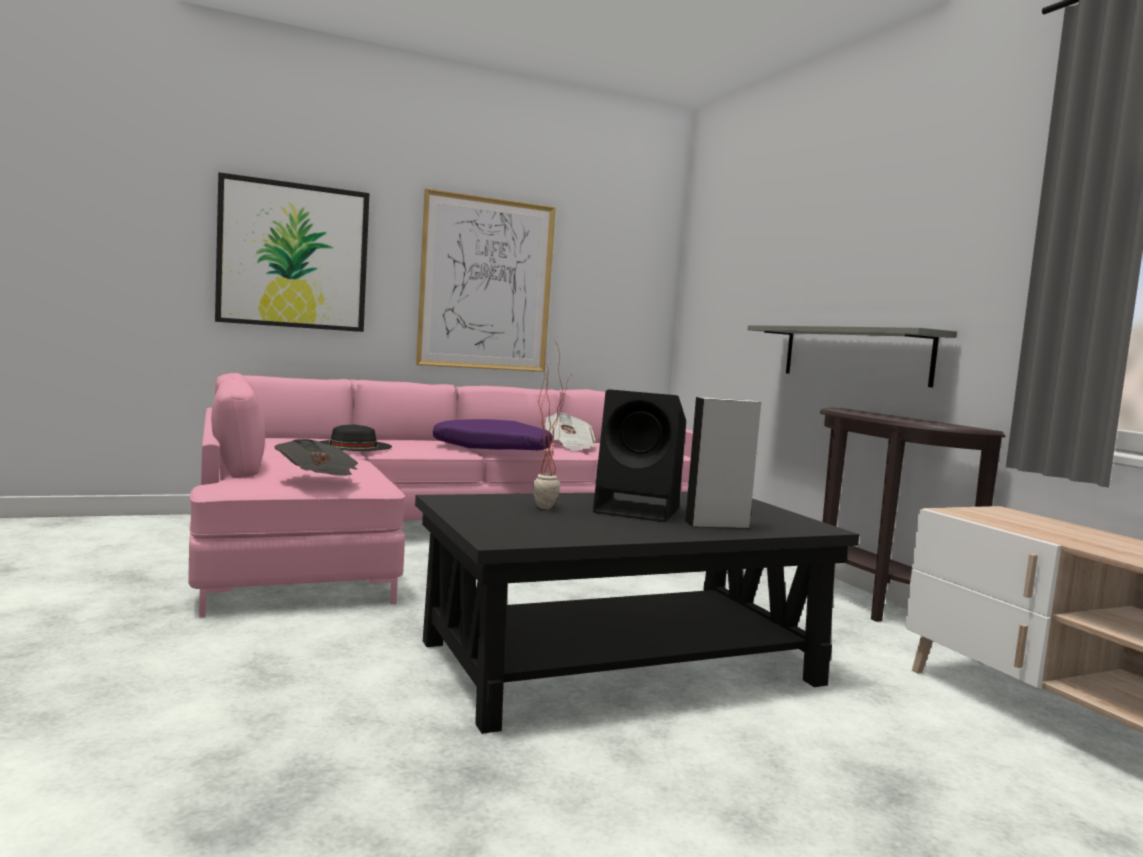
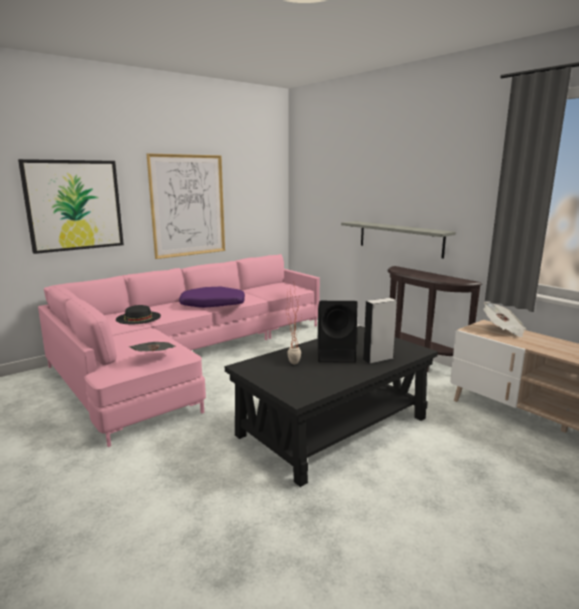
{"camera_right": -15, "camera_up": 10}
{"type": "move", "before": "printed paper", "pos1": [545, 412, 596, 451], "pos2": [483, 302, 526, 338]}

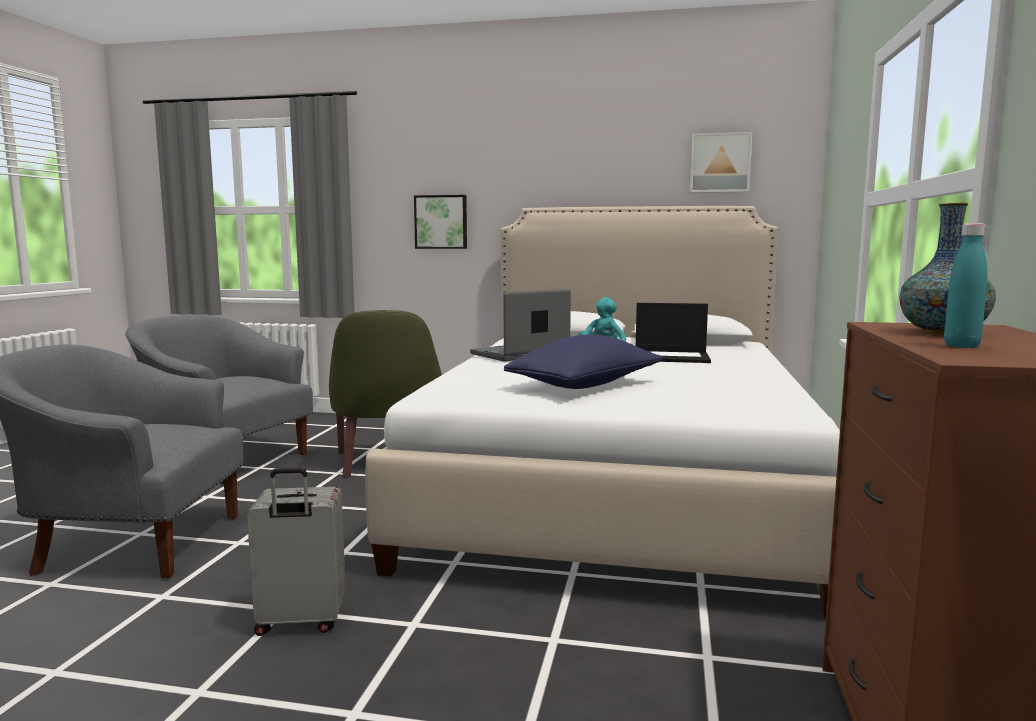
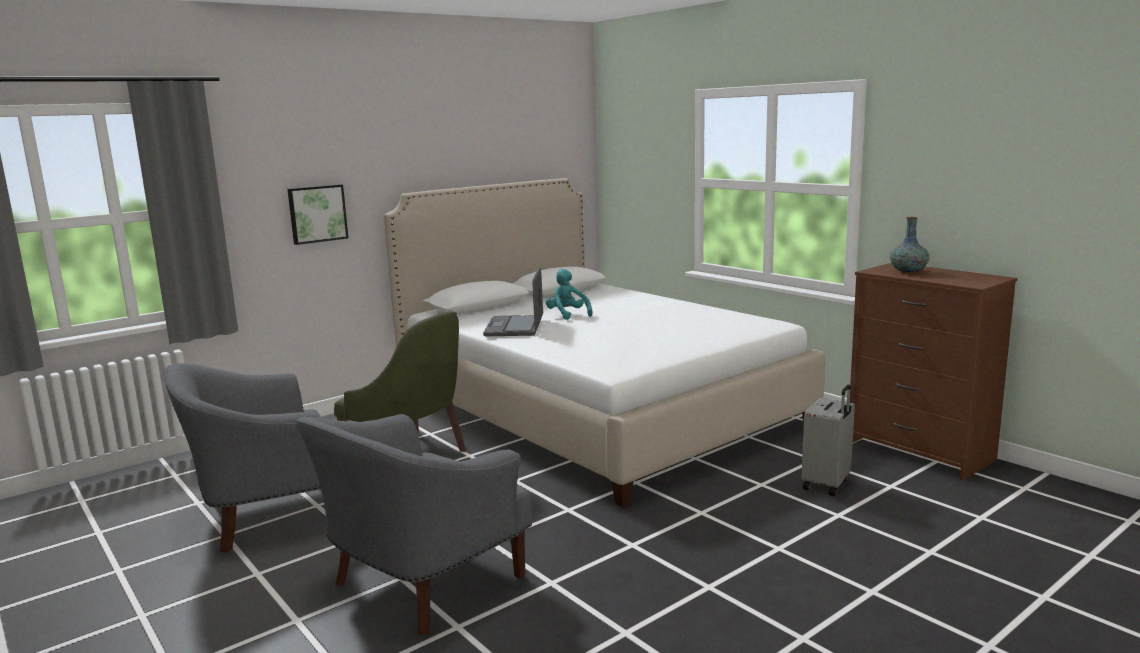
{"camera_right": -50, "camera_up": 5}
{"type": "move", "before": "grey piece of luggage", "pos1": [247, 467, 346, 636], "pos2": [802, 385, 855, 496]}
{"type": "delete", "before": "blue cushion", "pos1": [504, 335, 664, 389]}
{"type": "delete", "before": "notebook computer", "pos1": [636, 303, 711, 363]}
{"type": "delete", "before": "wall picture", "pos1": [690, 132, 752, 193]}
{"type": "delete", "before": "turquoise drink bottle", "pos1": [944, 223, 988, 348]}

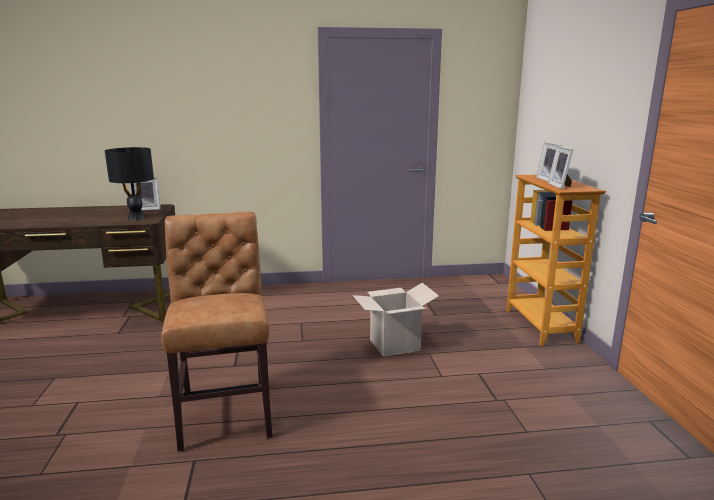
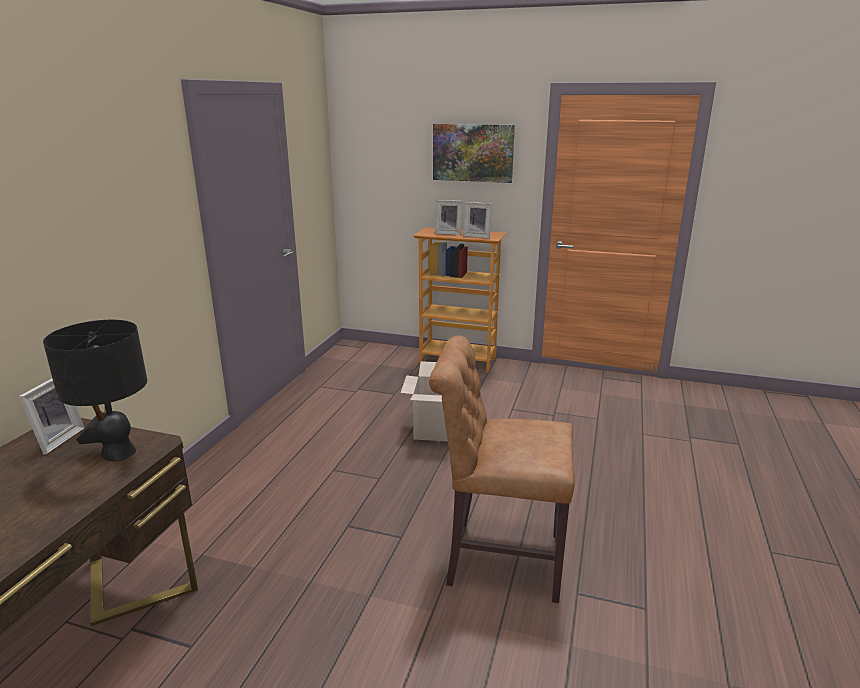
{"camera_right": -65, "camera_up": 5}
{"type": "insert", "after": "wall picture", "pos2": [433, 124, 515, 183]}

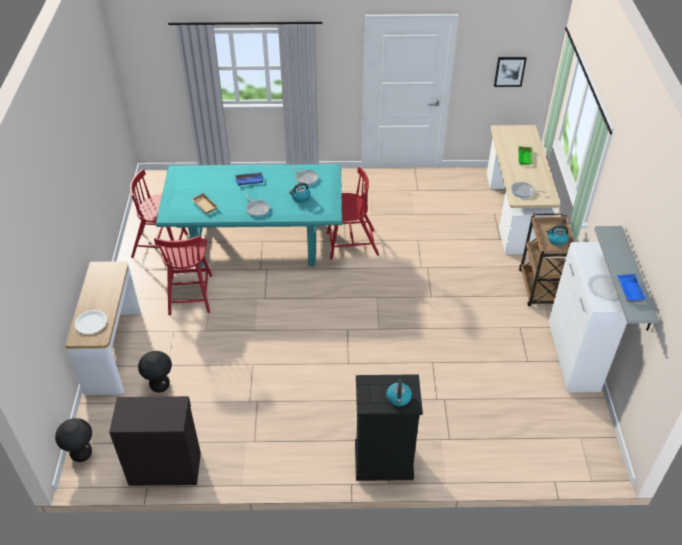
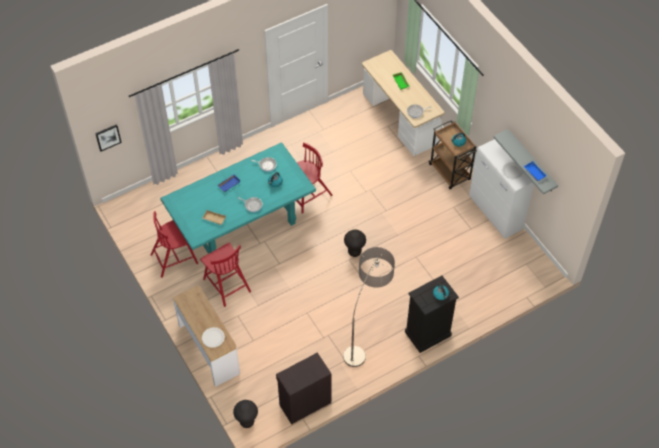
{"camera_right": -30, "camera_up": 10}
{"type": "move", "before": "wall picture", "pos1": [494, 57, 527, 87], "pos2": [95, 124, 122, 152]}
{"type": "insert", "after": "floor lamp", "pos2": [343, 247, 395, 367]}
{"type": "move", "before": "black-coloured stool", "pos1": [138, 351, 172, 393], "pos2": [344, 230, 366, 257]}

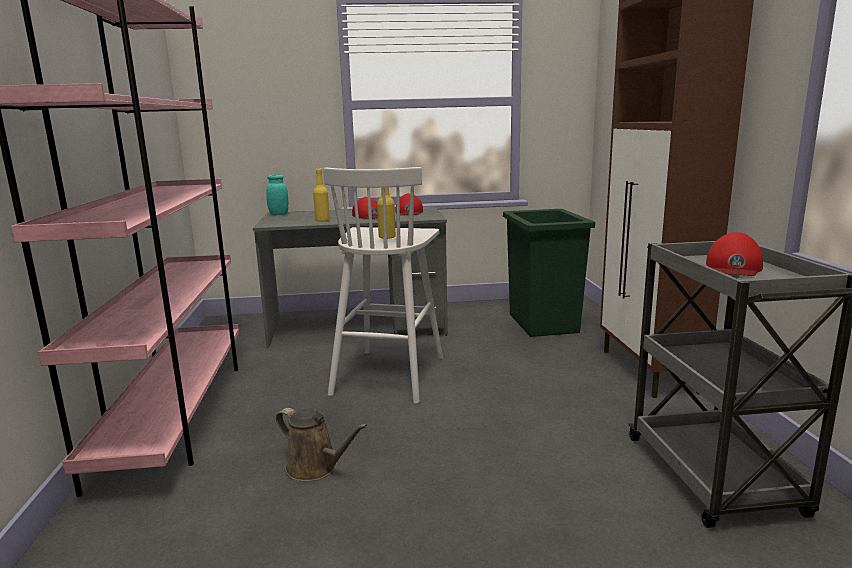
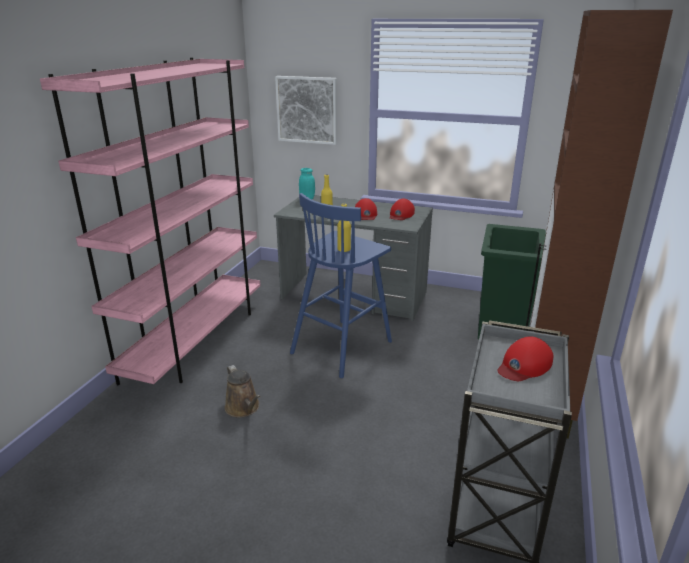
{"camera_right": 25, "camera_up": 10}
{"type": "insert", "after": "wall picture", "pos2": [275, 76, 337, 145]}
{"type": "recolor", "before": "whitish stool", "after": "blue stool", "pos1": [323, 167, 443, 404], "pos2": [290, 193, 392, 378]}

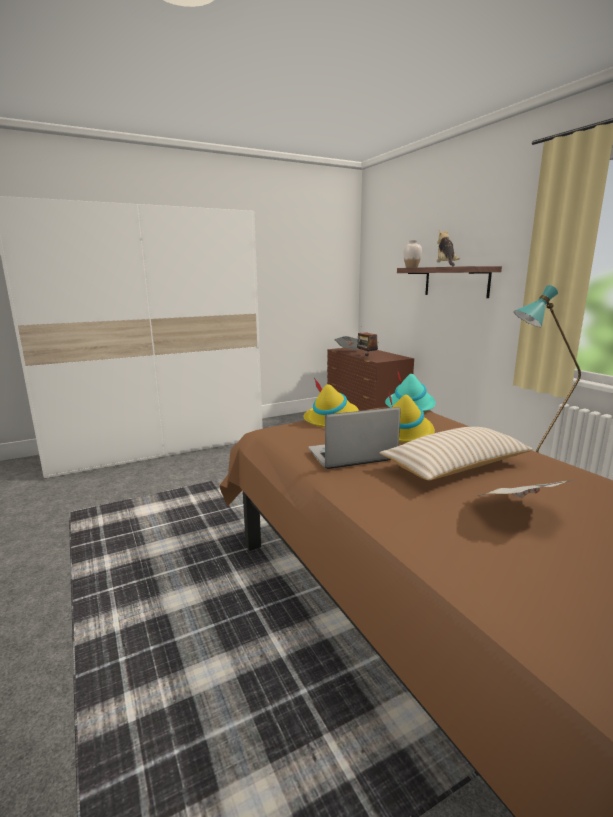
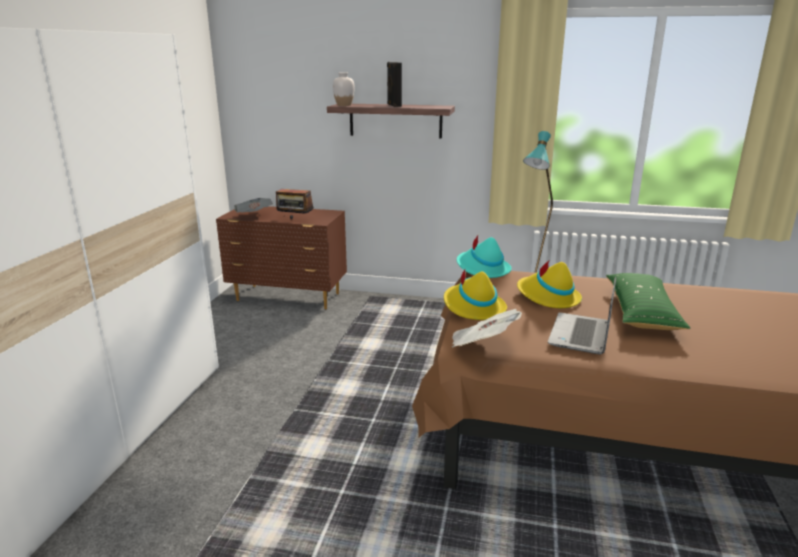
{"camera_right": -50, "camera_up": 5}
{"type": "replace", "before": "cuddly toy", "after": "black-coloured audio speaker", "pos1": [437, 230, 460, 266], "pos2": [387, 62, 402, 107]}
{"type": "move", "before": "printed paper", "pos1": [470, 480, 574, 498], "pos2": [452, 309, 522, 348]}
{"type": "recolor", "before": "beige-coloured cushion", "after": "green-coloured cushion", "pos1": [379, 427, 533, 481], "pos2": [606, 273, 690, 330]}

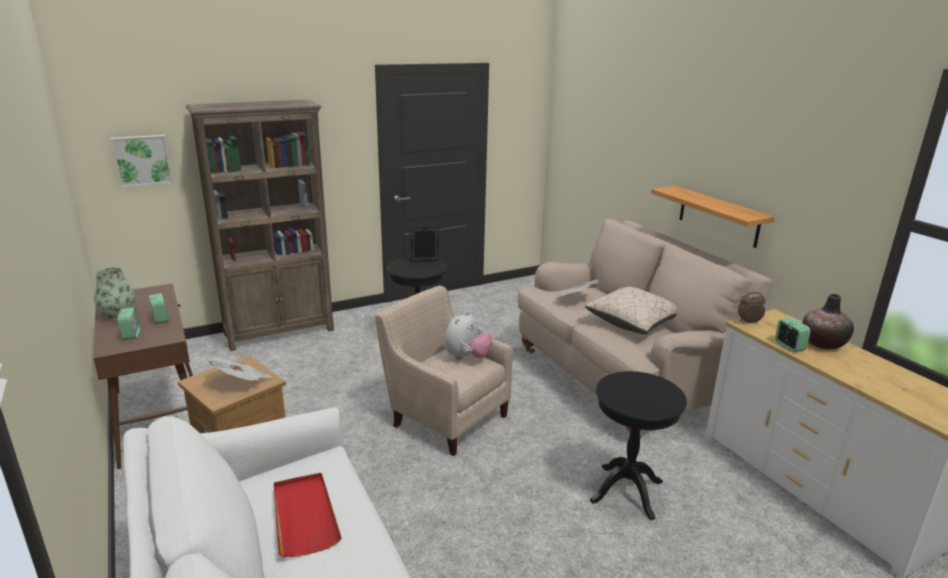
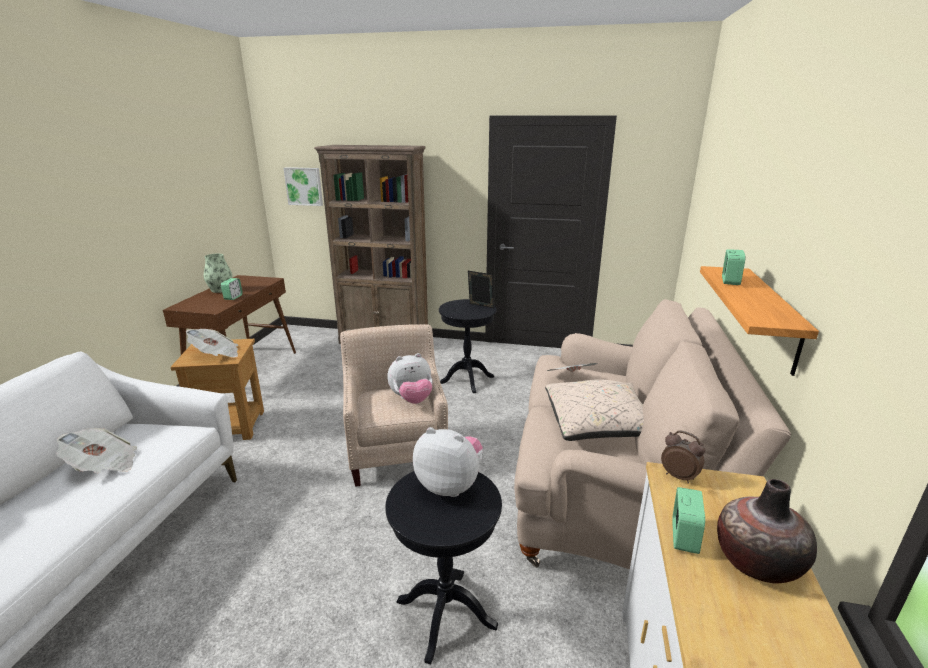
{"camera_right": 40, "camera_up": 0}
{"type": "replace", "before": "red carrying tray", "after": "printed paper", "pos1": [274, 473, 342, 557], "pos2": [56, 428, 137, 473]}
{"type": "insert", "after": "cuddly toy", "pos2": [413, 427, 483, 497]}
{"type": "move", "before": "alarm clock", "pos1": [117, 307, 140, 340], "pos2": [722, 249, 746, 285]}

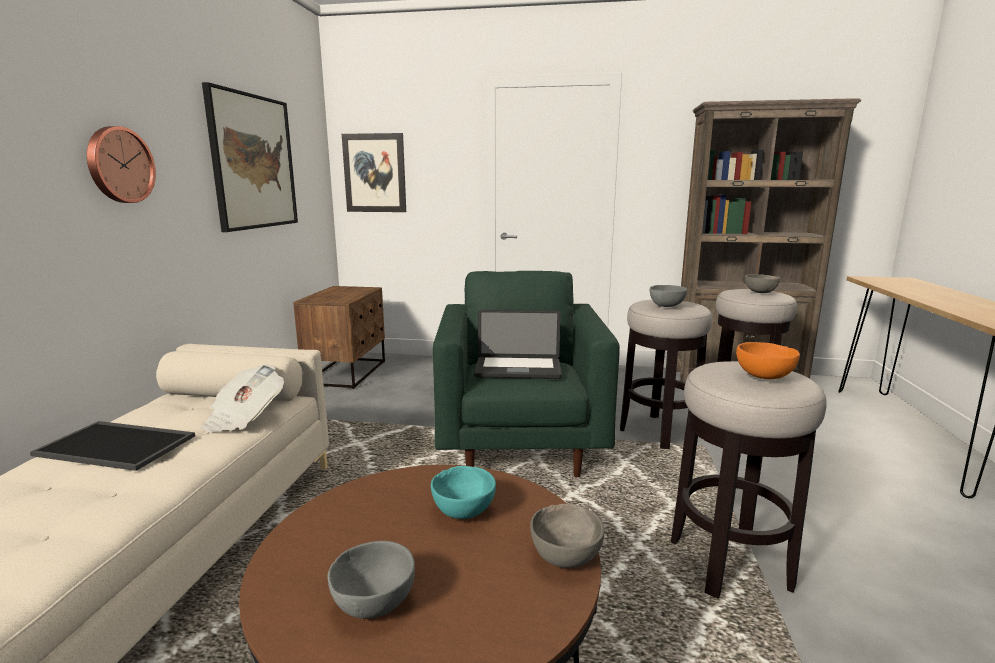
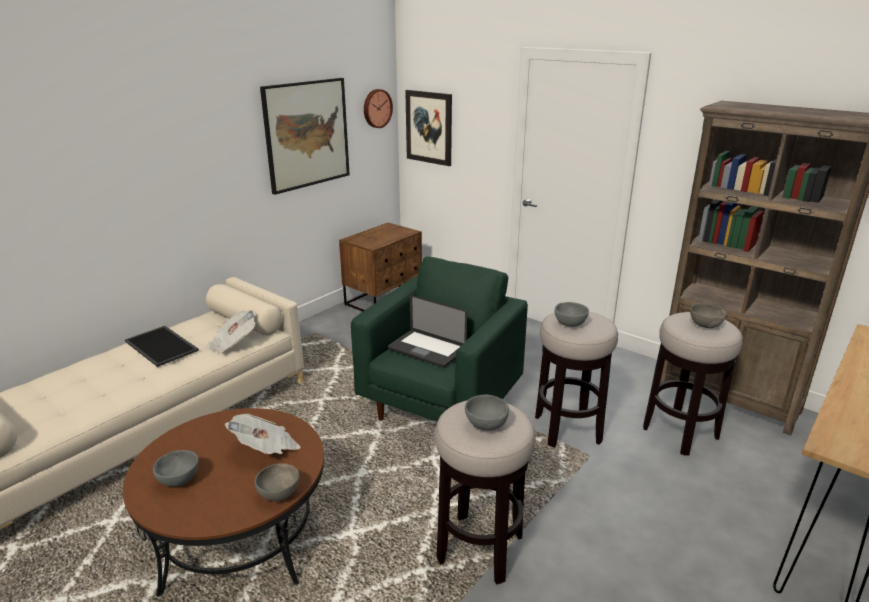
{"camera_right": 30, "camera_up": 10}
{"type": "replace", "before": "turquoise serving bowl", "after": "printed paper", "pos1": [431, 466, 496, 519], "pos2": [225, 414, 301, 455]}
{"type": "move", "before": "hanging clock", "pos1": [87, 126, 156, 203], "pos2": [364, 89, 393, 128]}
{"type": "recolor", "before": "orange serving bowl", "after": "grey serving bowl", "pos1": [736, 342, 800, 379], "pos2": [465, 395, 509, 431]}

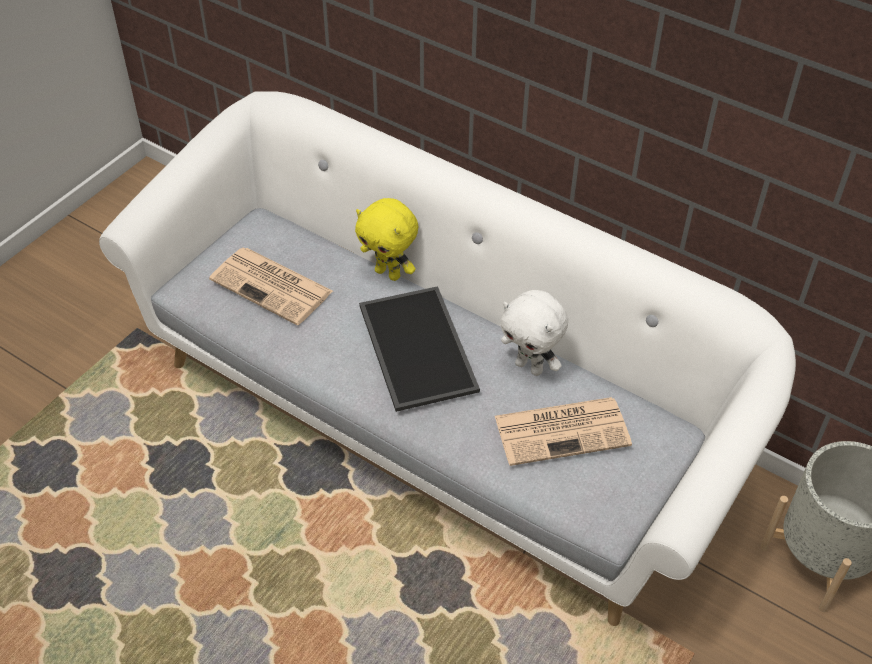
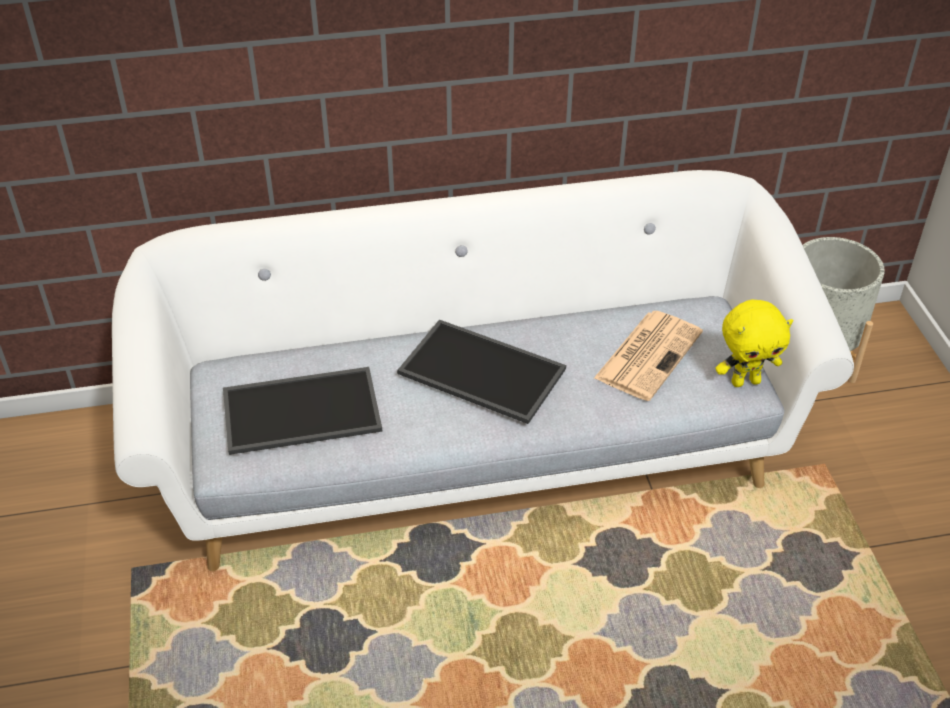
{"camera_right": -45, "camera_up": -5}
{"type": "replace", "before": "printed paper", "after": "carrying tray", "pos1": [209, 247, 333, 325], "pos2": [223, 367, 383, 455]}
{"type": "move", "before": "yellowish cuddly toy", "pos1": [355, 198, 418, 281], "pos2": [715, 300, 793, 387]}
{"type": "delete", "before": "whitish cuddly toy", "pos1": [500, 290, 568, 376]}

